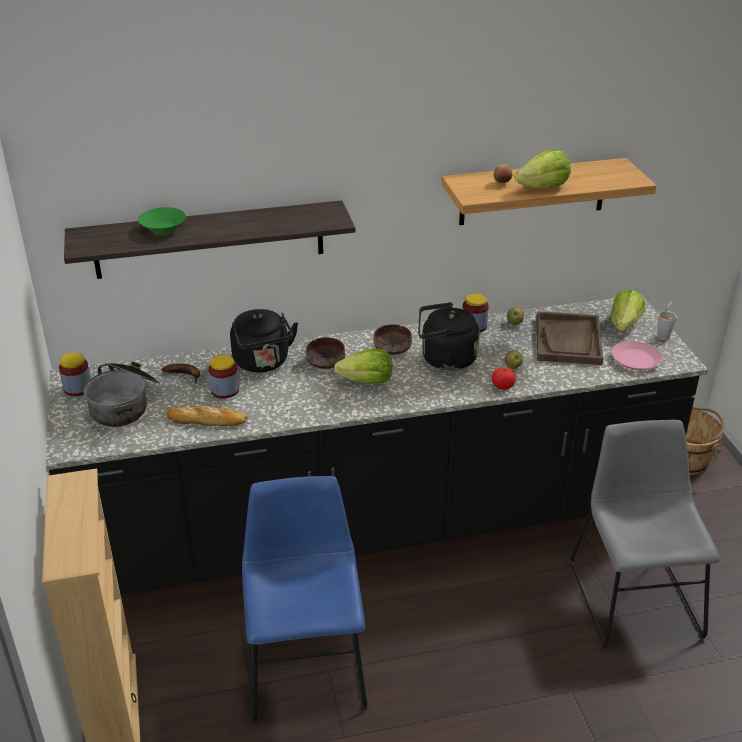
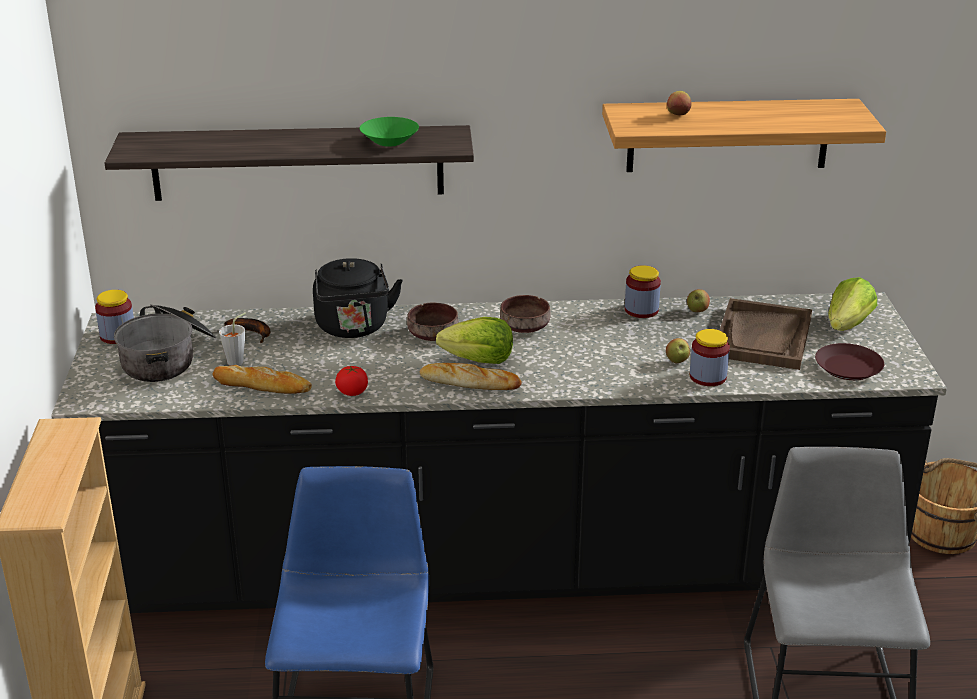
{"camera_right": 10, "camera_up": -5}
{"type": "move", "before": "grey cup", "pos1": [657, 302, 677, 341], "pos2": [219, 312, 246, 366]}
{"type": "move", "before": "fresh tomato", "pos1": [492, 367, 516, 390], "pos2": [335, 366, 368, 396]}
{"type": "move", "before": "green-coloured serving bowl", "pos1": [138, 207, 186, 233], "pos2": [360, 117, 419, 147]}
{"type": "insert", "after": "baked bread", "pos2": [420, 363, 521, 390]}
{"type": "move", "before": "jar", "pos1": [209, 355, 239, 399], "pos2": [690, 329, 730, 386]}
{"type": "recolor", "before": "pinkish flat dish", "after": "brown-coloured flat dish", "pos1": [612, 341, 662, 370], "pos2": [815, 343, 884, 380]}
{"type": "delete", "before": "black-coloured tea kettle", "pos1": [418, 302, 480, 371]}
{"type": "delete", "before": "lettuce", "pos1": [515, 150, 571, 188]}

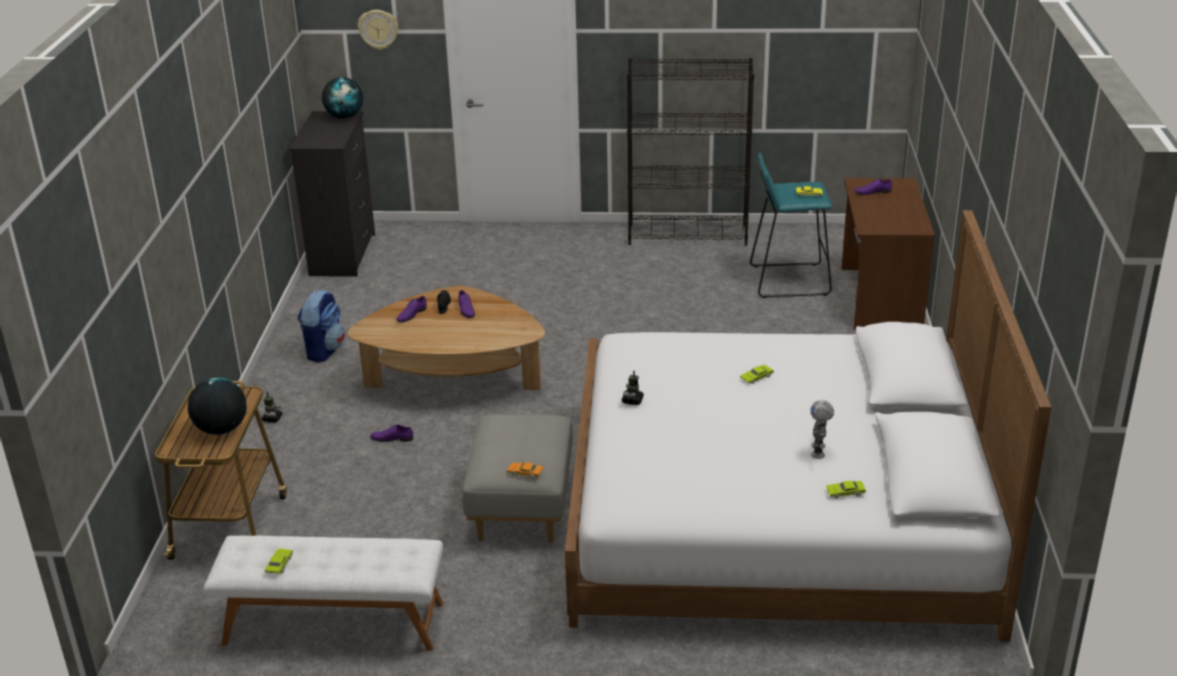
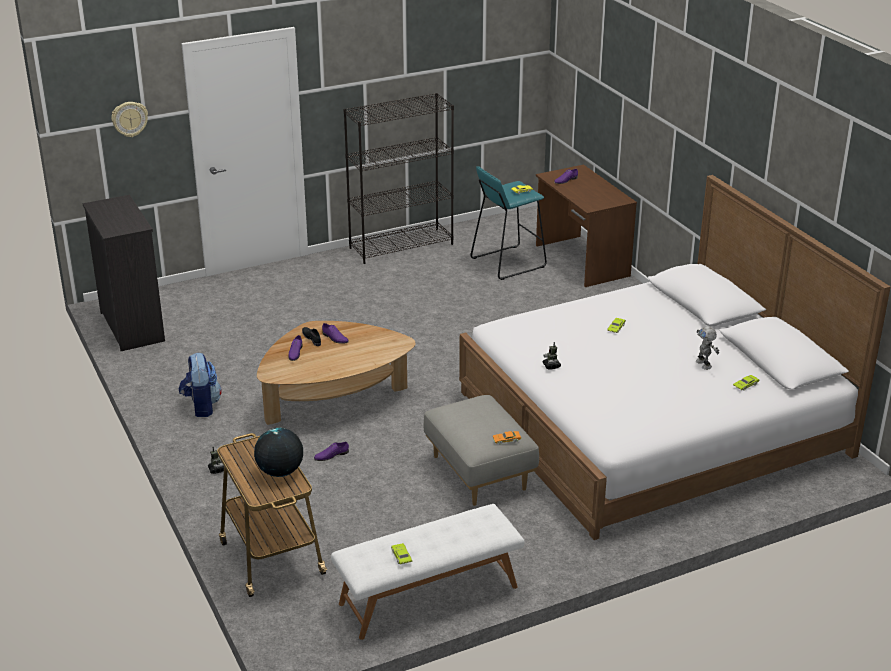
{"camera_right": -30, "camera_up": 0}
{"type": "delete", "before": "world globe", "pos1": [322, 77, 363, 119]}

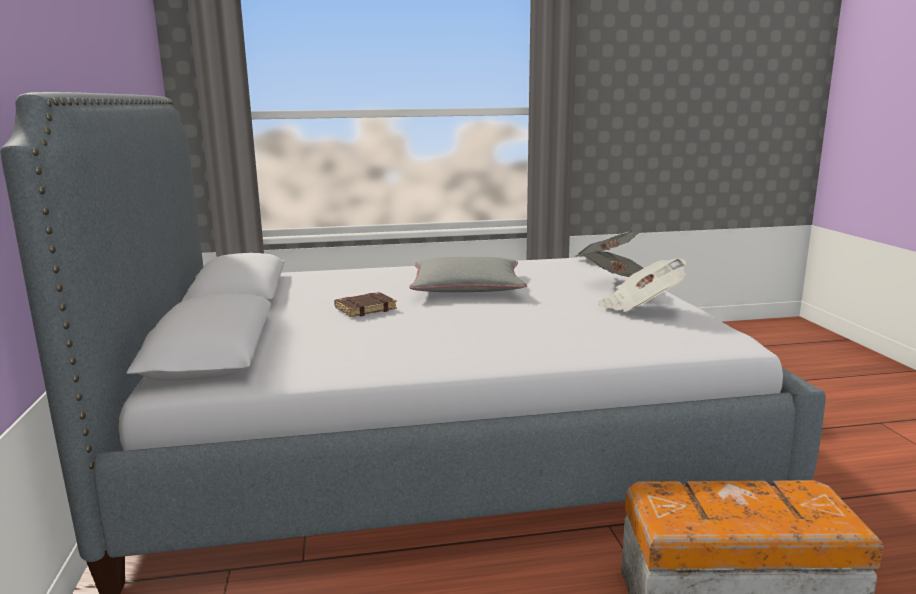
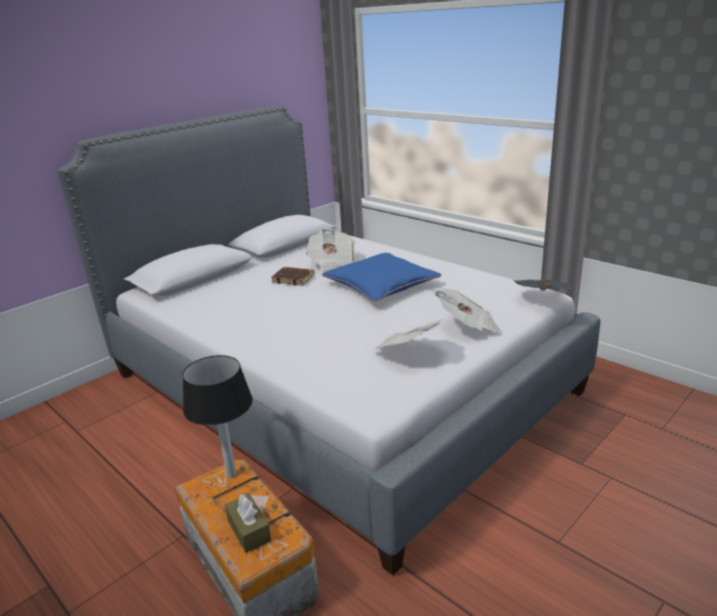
{"camera_right": 55, "camera_up": 10}
{"type": "insert", "after": "table lamp", "pos2": [183, 355, 253, 477]}
{"type": "insert", "after": "brown-coloured box of tissues", "pos2": [225, 494, 271, 553]}
{"type": "insert", "after": "printed paper", "pos2": [306, 228, 355, 273]}
{"type": "recolor", "before": "grey cushion", "after": "blue cushion", "pos1": [409, 257, 527, 292], "pos2": [322, 253, 441, 301]}

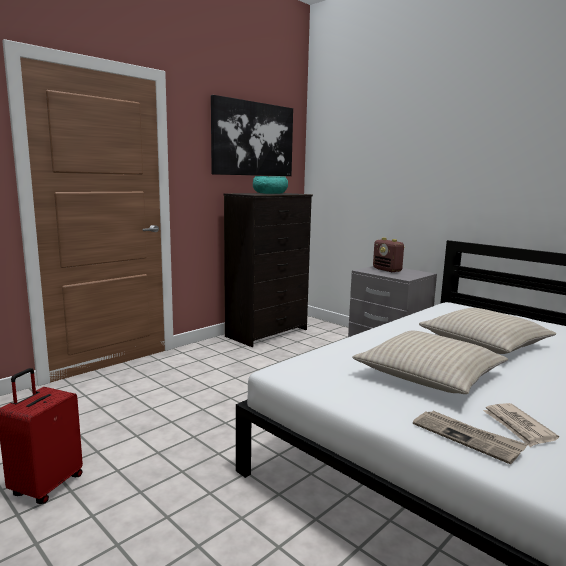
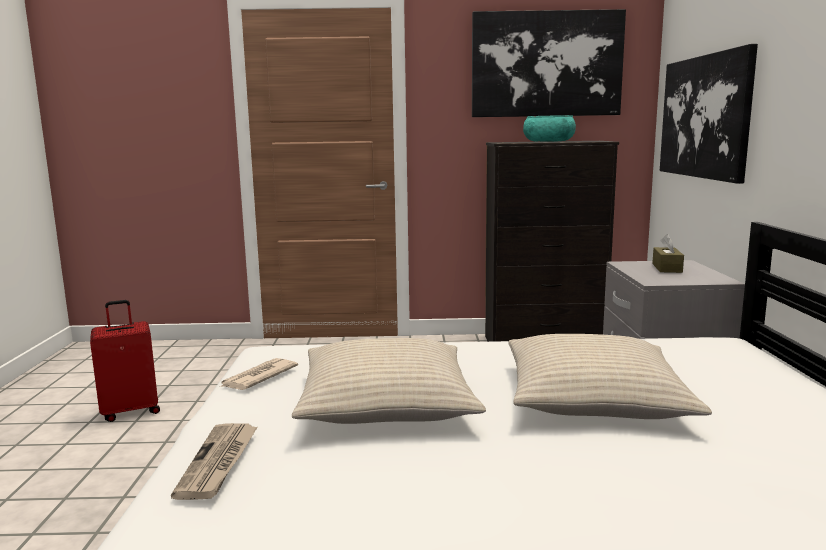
{"camera_right": 45, "camera_up": 0}
{"type": "move", "before": "printed paper", "pos1": [483, 403, 559, 447], "pos2": [220, 358, 298, 390]}
{"type": "replace", "before": "radio set", "after": "brown-coloured box of tissues", "pos1": [373, 237, 405, 272], "pos2": [652, 234, 684, 273]}
{"type": "insert", "after": "wall picture", "pos2": [660, 44, 758, 184]}

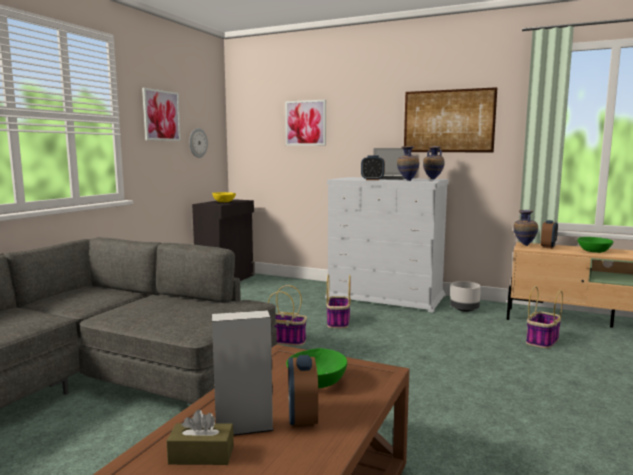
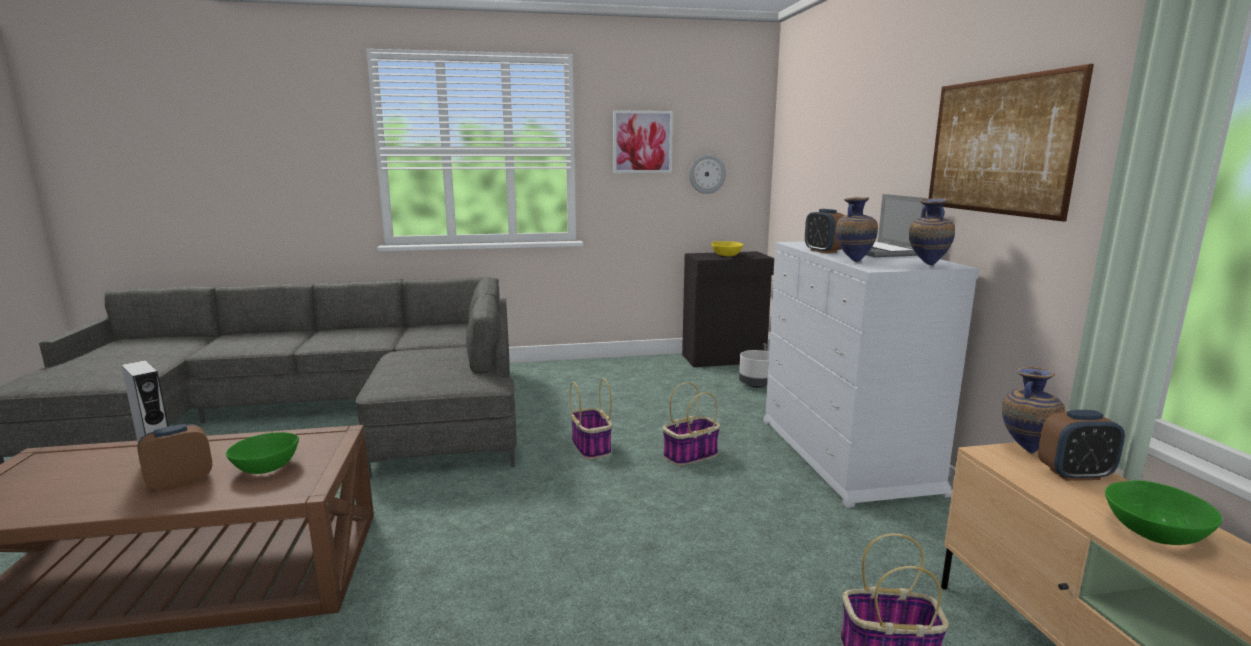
{"camera_right": 55, "camera_up": 5}
{"type": "move", "before": "grey plant pot", "pos1": [450, 281, 481, 312], "pos2": [739, 350, 769, 388]}
{"type": "delete", "before": "brown-coloured box of tissues", "pos1": [167, 410, 234, 465]}
{"type": "delete", "before": "wall picture", "pos1": [285, 100, 326, 146]}

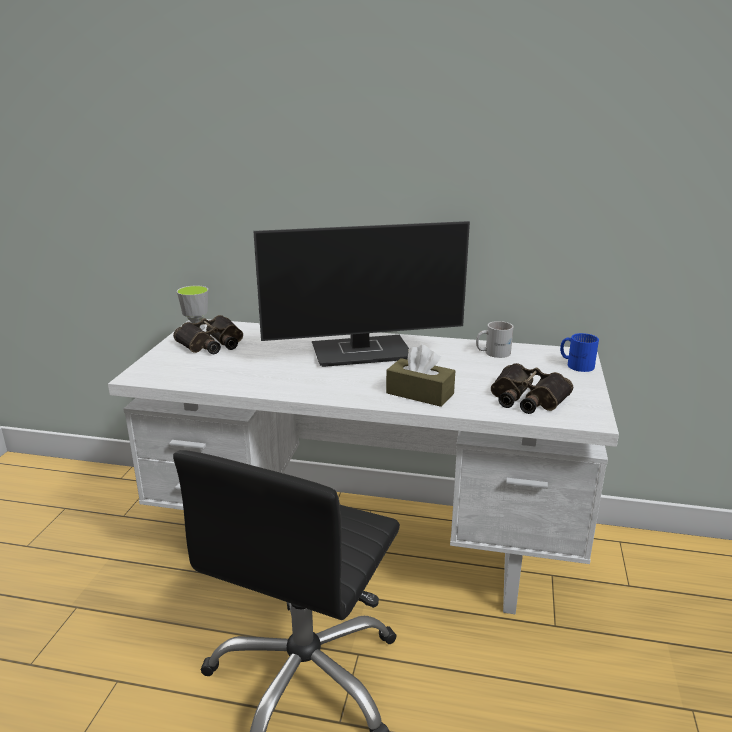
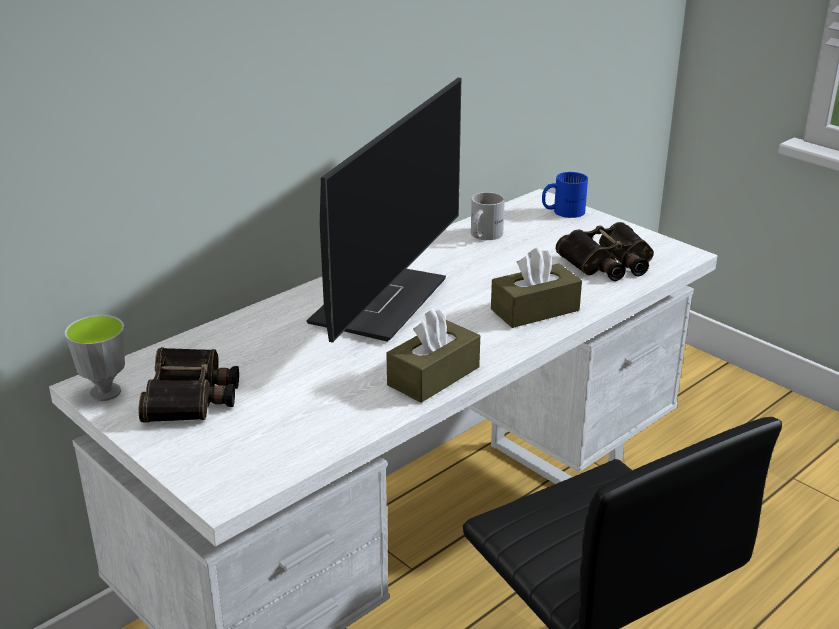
{"camera_right": -55, "camera_up": 5}
{"type": "insert", "after": "brown-coloured box of tissues", "pos2": [386, 308, 480, 403]}

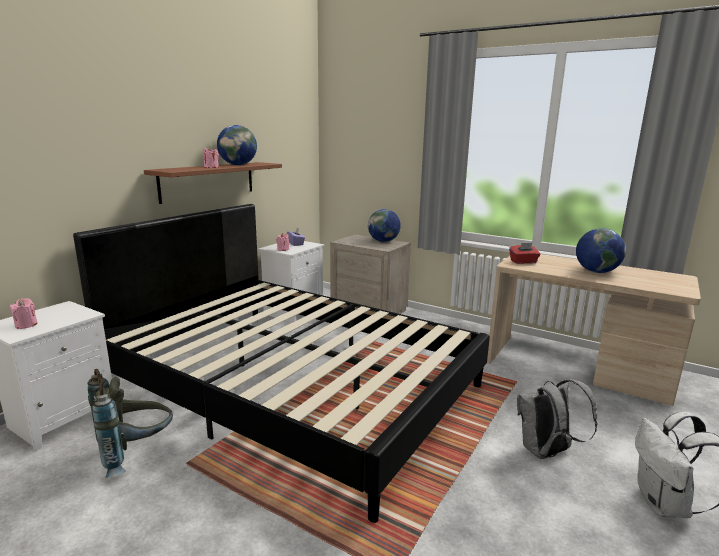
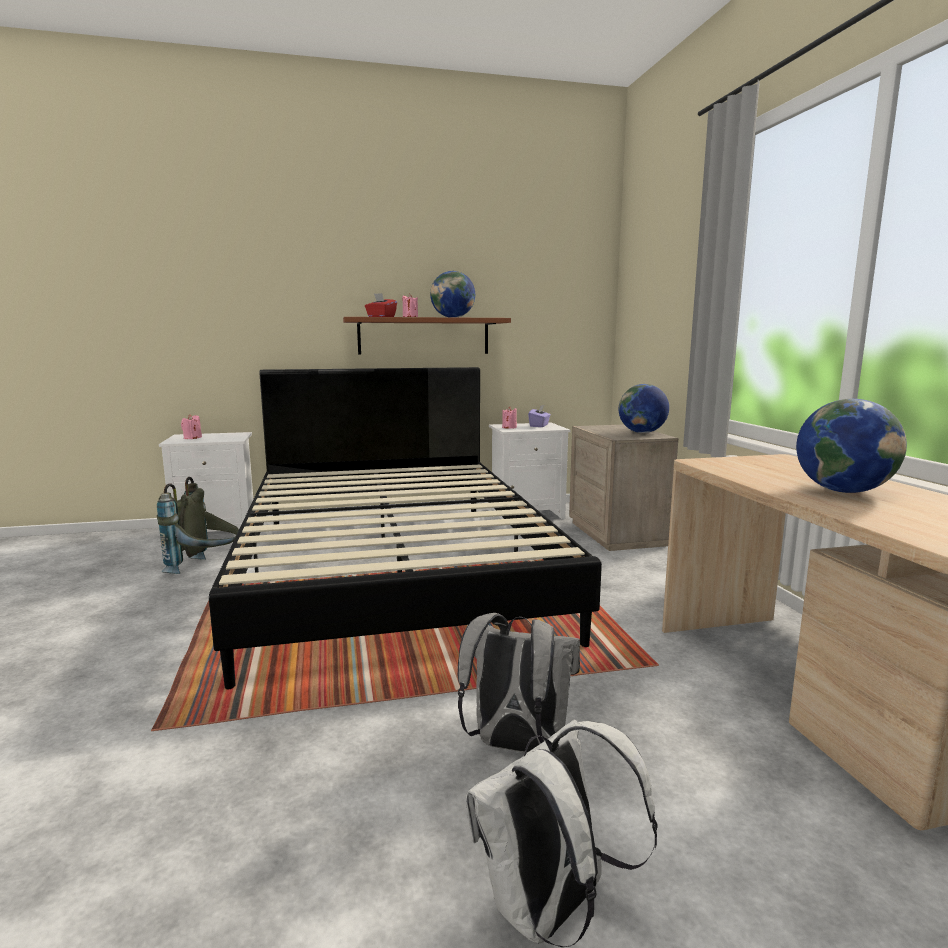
{"camera_right": 45, "camera_up": -5}
{"type": "move", "before": "red box of tissues", "pos1": [509, 243, 540, 264], "pos2": [365, 293, 397, 317]}

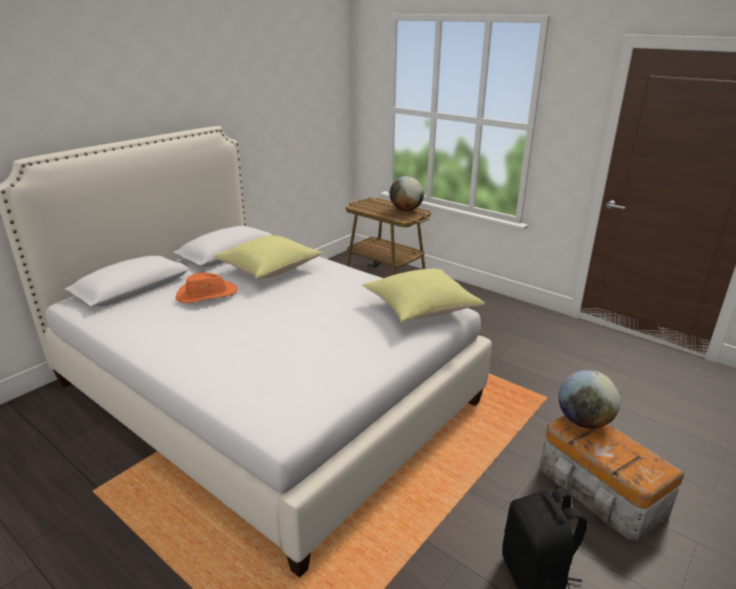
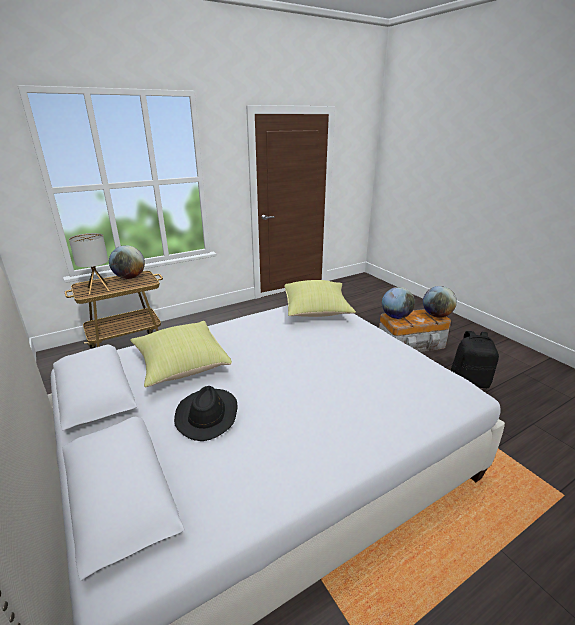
{"camera_right": -70, "camera_up": 0}
{"type": "insert", "after": "table lamp", "pos2": [69, 233, 110, 295]}
{"type": "recolor", "before": "orange hat", "after": "black-coloured hat", "pos1": [176, 273, 238, 303], "pos2": [174, 386, 238, 441]}
{"type": "insert", "after": "world globe", "pos2": [423, 286, 457, 318]}

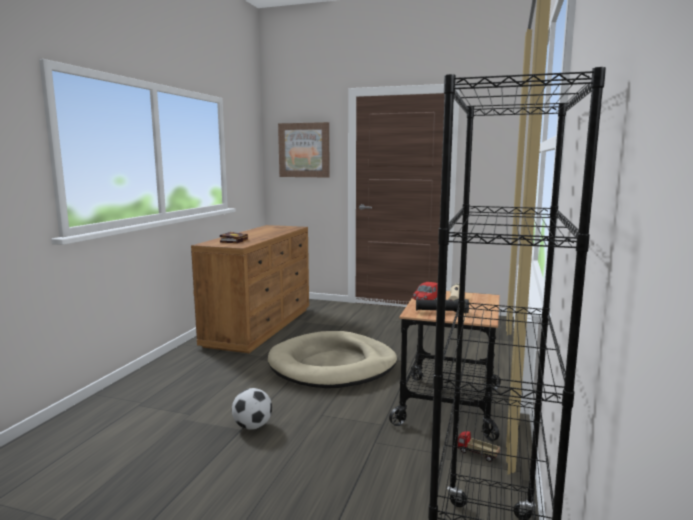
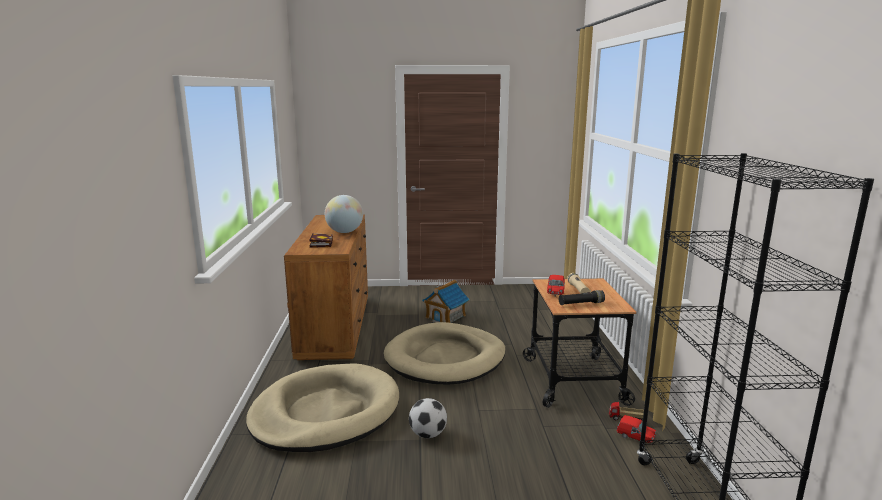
{"camera_right": -20, "camera_up": 5}
{"type": "insert", "after": "beige-coloured dog bed", "pos2": [246, 363, 399, 452]}
{"type": "insert", "after": "world globe", "pos2": [325, 195, 363, 233]}
{"type": "insert", "after": "model house", "pos2": [422, 280, 470, 323]}
{"type": "insert", "after": "red model car", "pos2": [617, 415, 656, 443]}
{"type": "delete", "before": "wall picture", "pos1": [278, 122, 330, 177]}

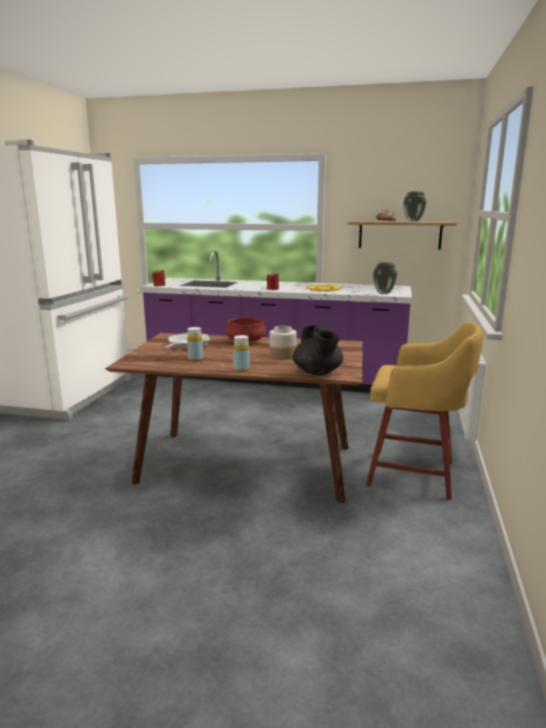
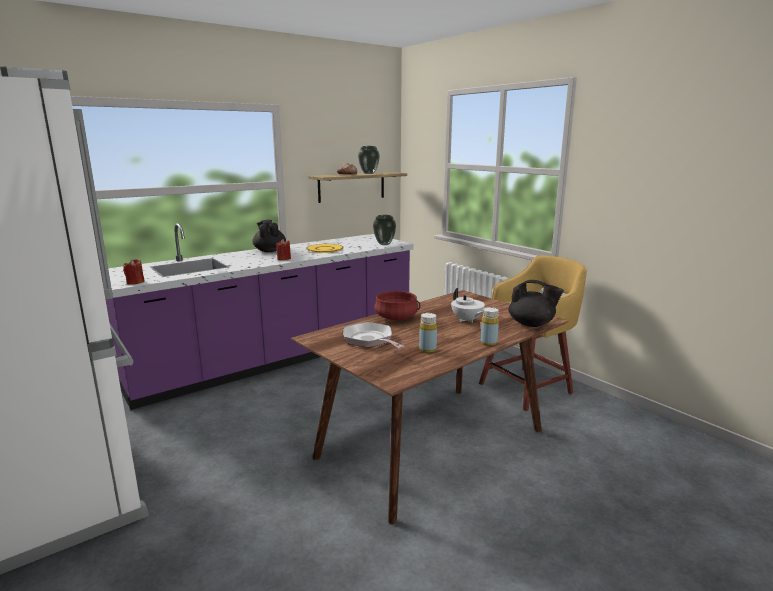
{"camera_right": -50, "camera_up": 0}
{"type": "insert", "after": "black-coloured tea pot", "pos2": [252, 220, 286, 252]}
{"type": "replace", "before": "jar", "after": "whitish tea pot", "pos1": [270, 326, 297, 360], "pos2": [451, 288, 485, 323]}

